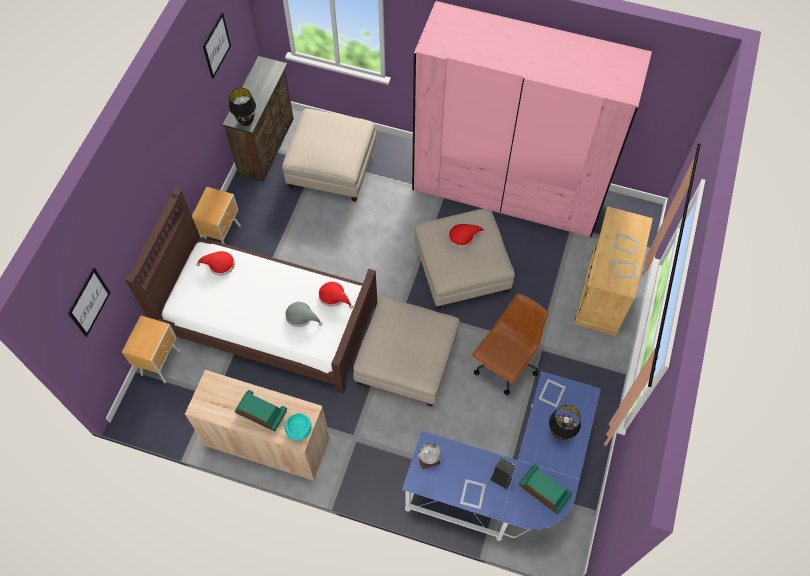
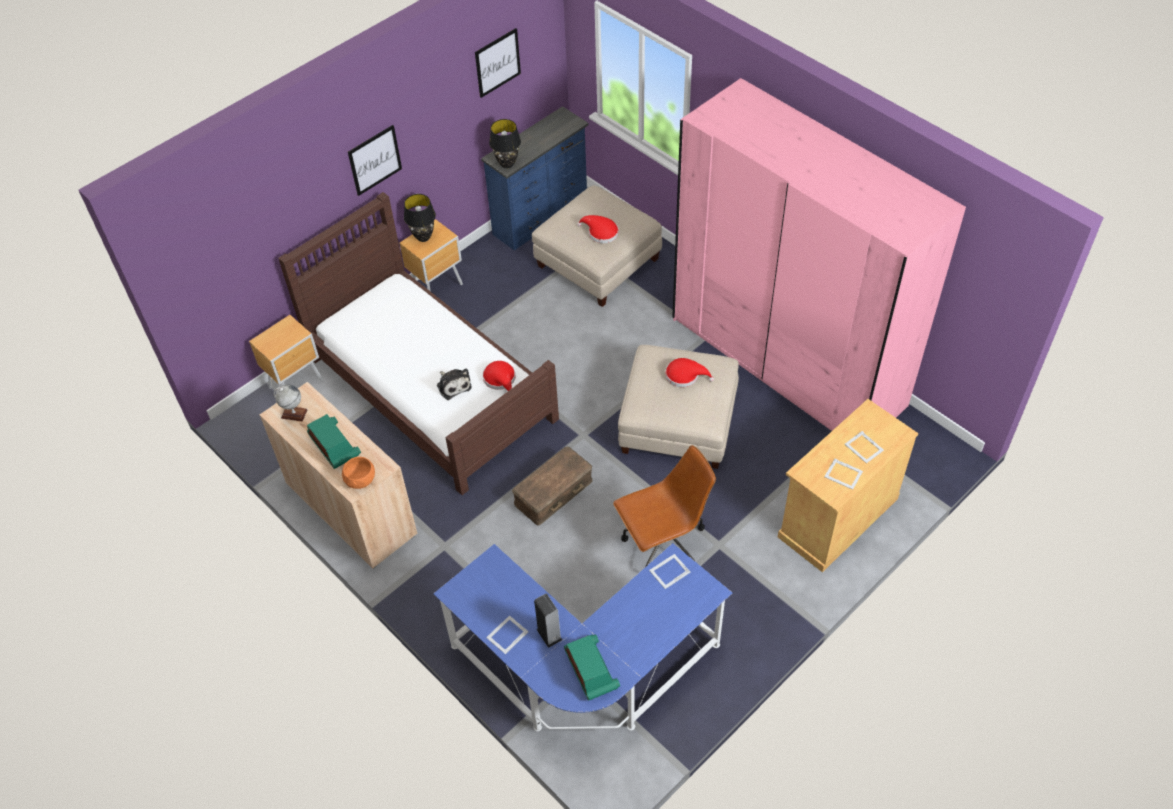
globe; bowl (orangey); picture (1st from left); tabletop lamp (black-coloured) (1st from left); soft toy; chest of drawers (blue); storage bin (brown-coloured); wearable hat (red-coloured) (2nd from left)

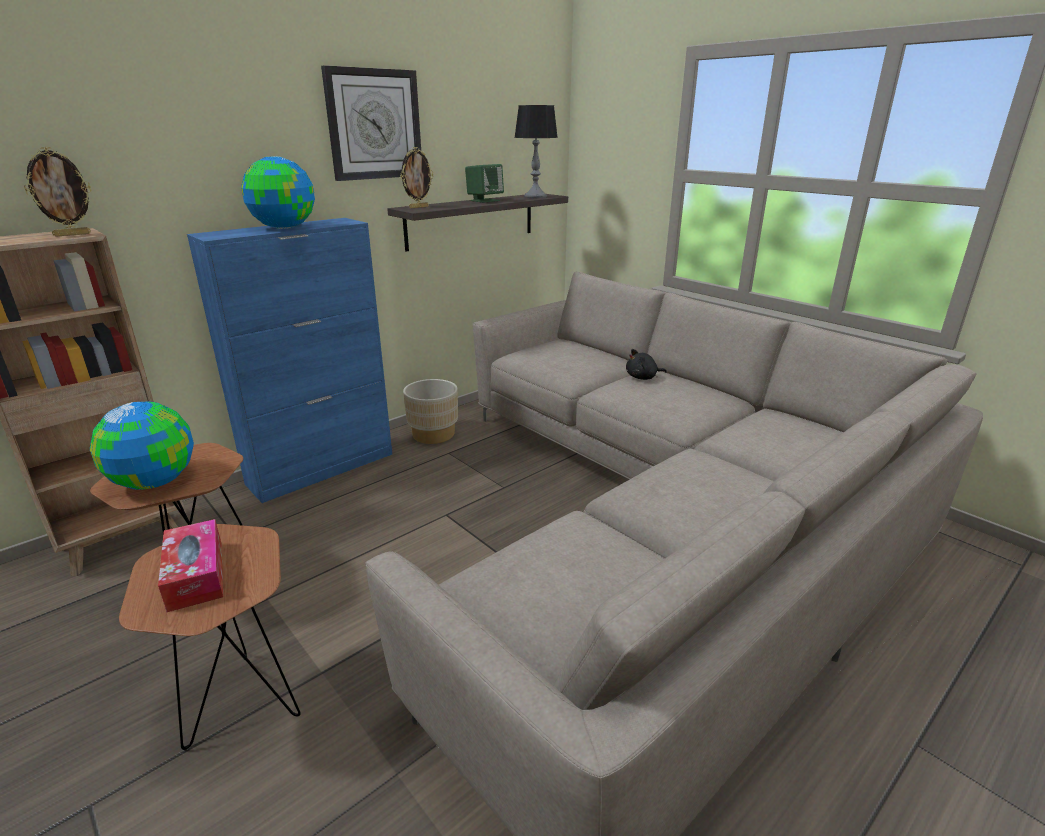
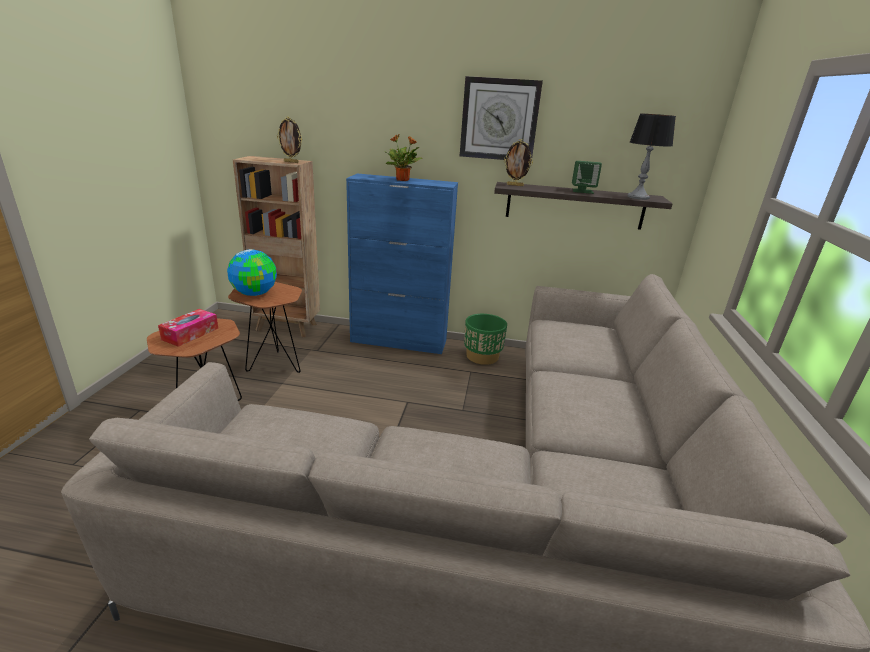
potted plant; plant pot (green-coloured); soft toy (black-coloured)

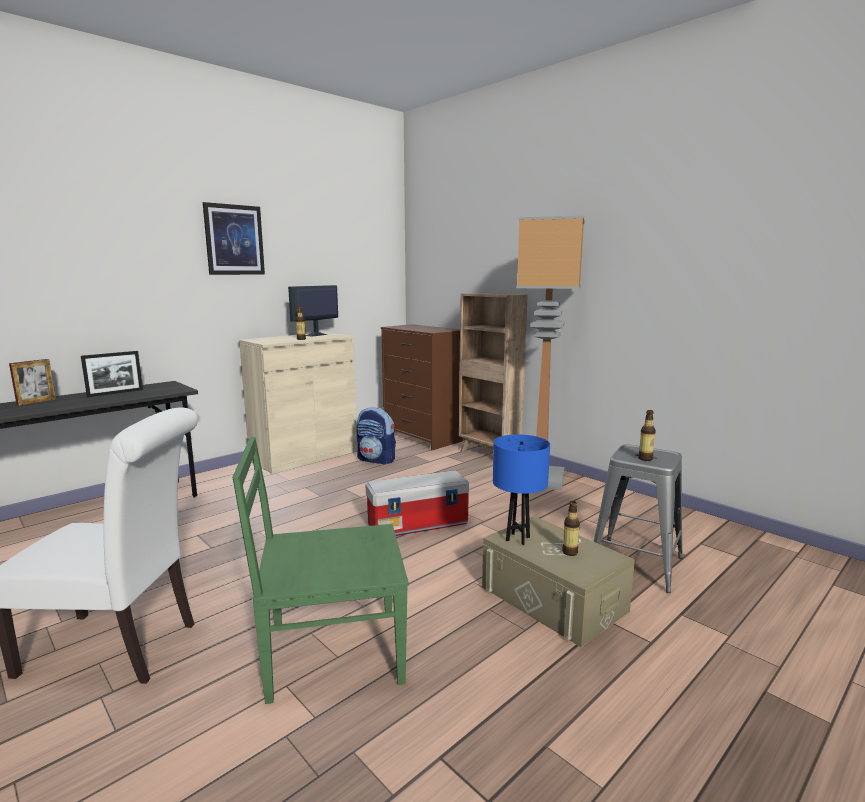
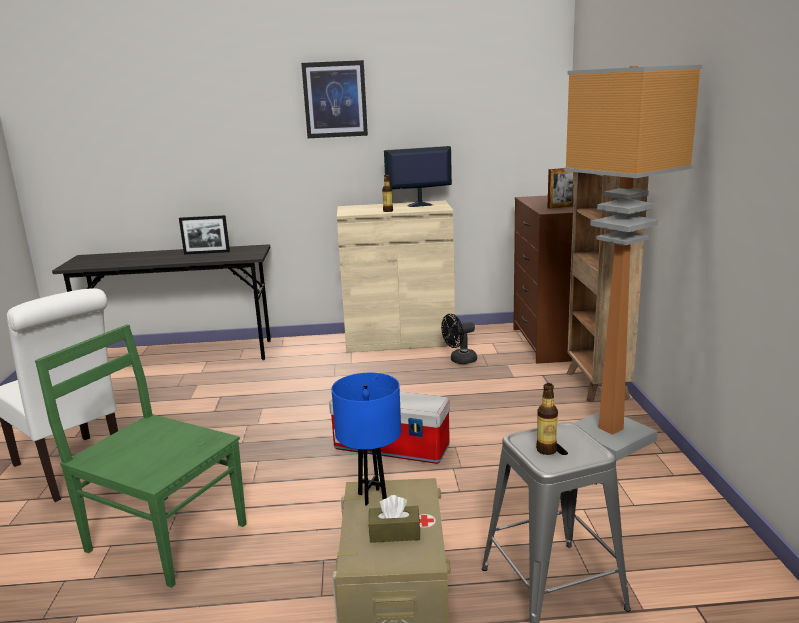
tissue box (brown-coloured); fan (black-coloured); photo frame (2nd from left)

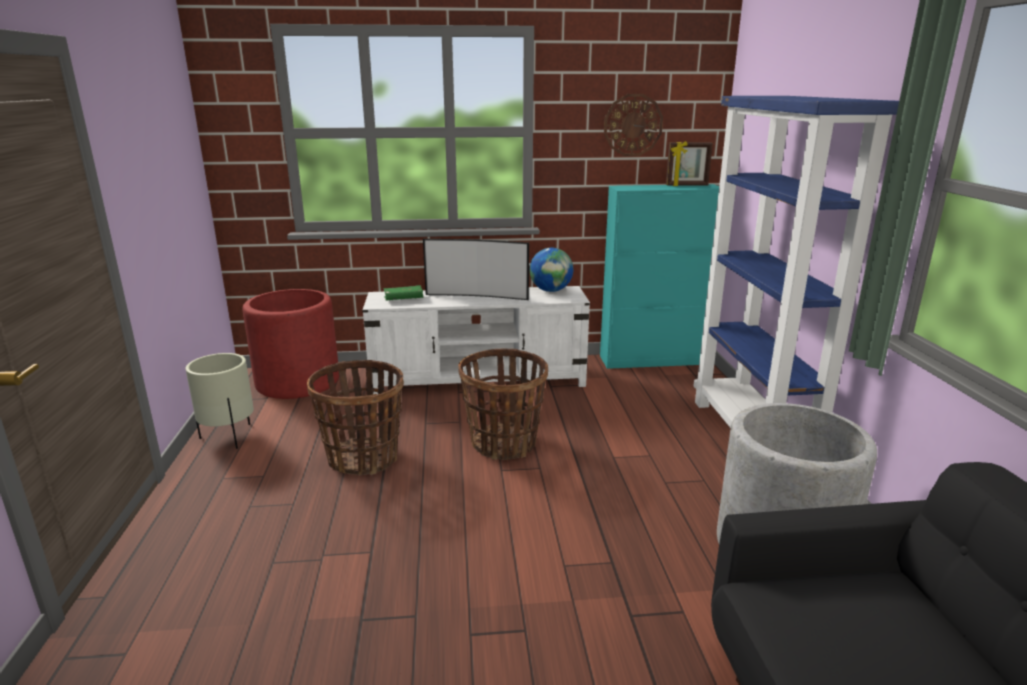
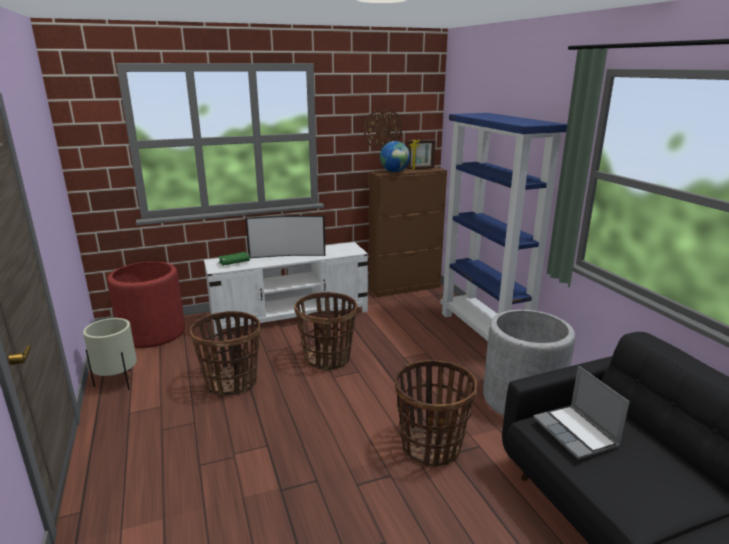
cupboard (brown-coloured); globe; storage basket (3rd from left); notebook computer

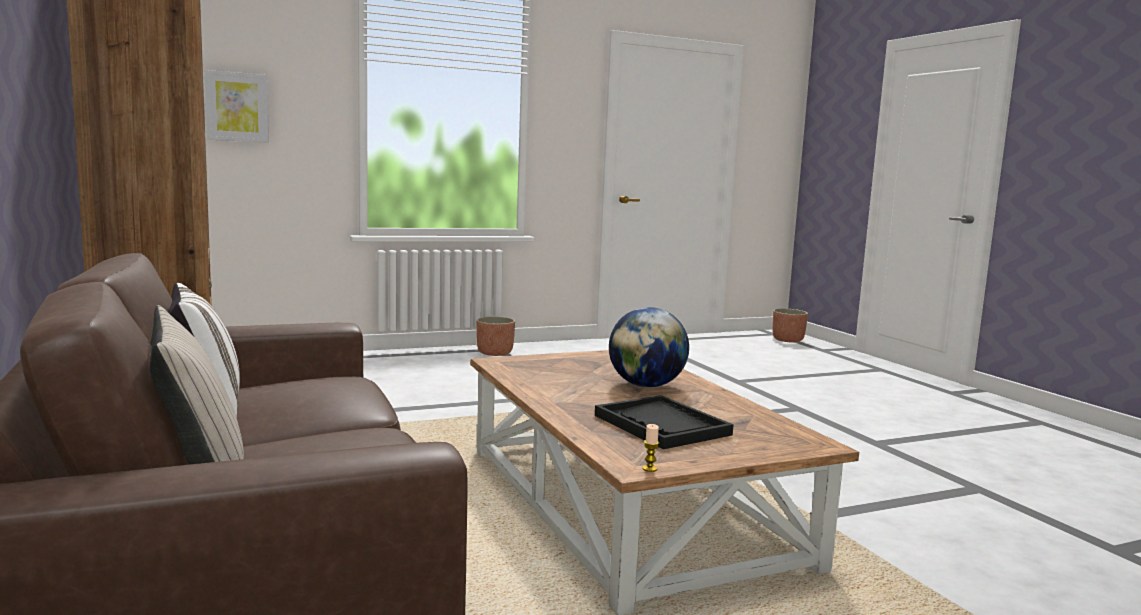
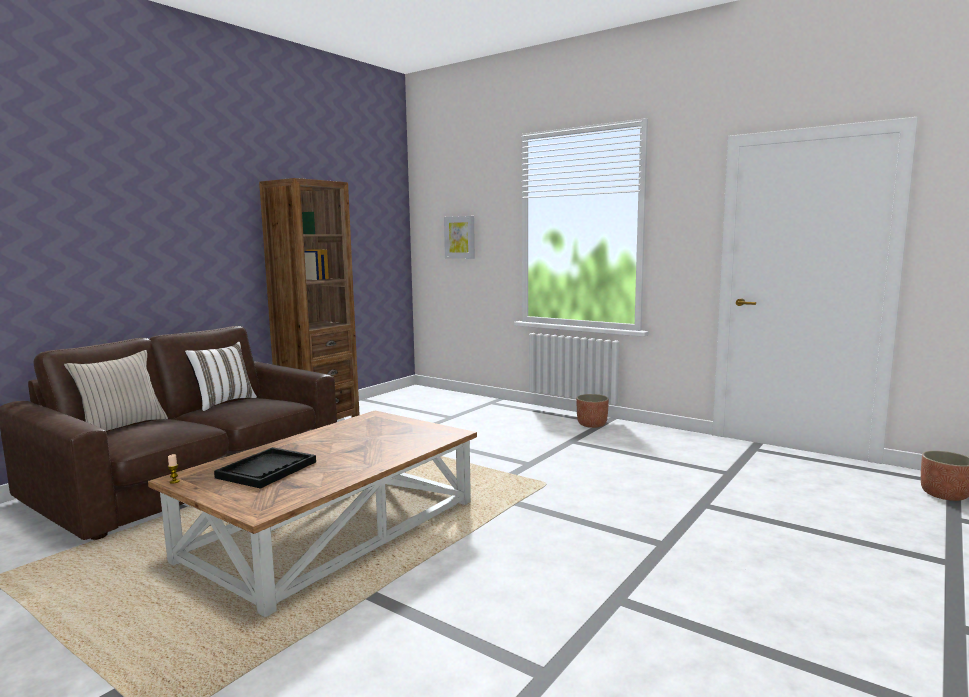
globe

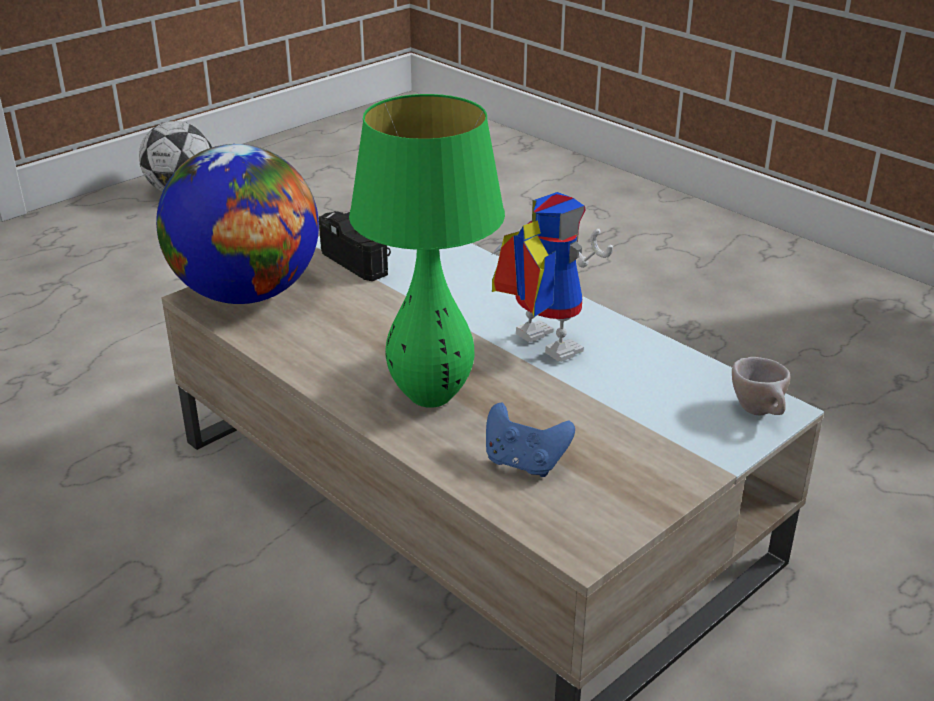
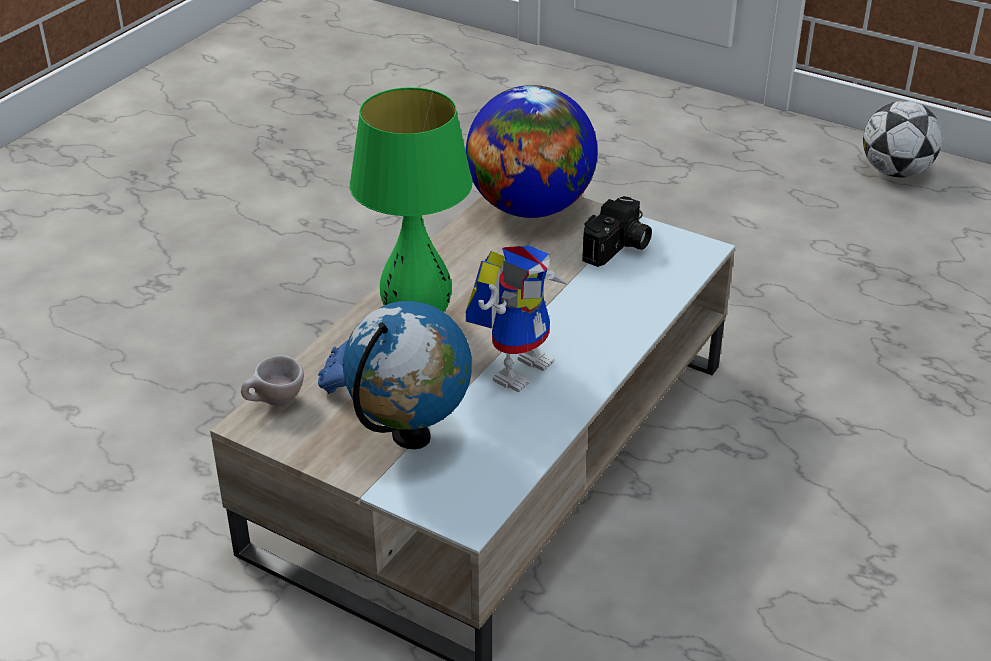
drinking cup (beige); globe (1st from left)

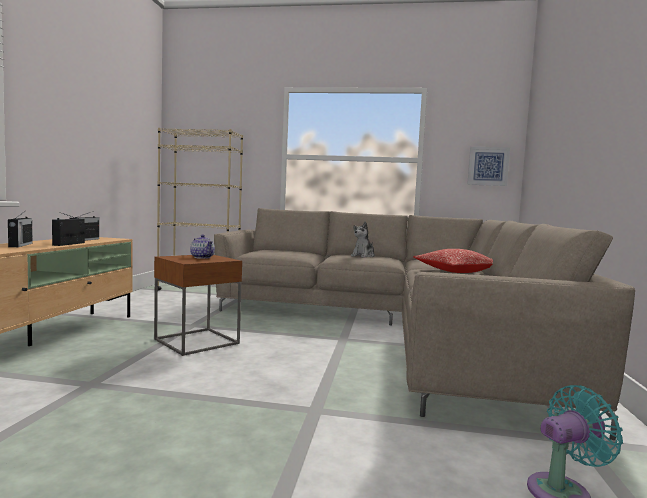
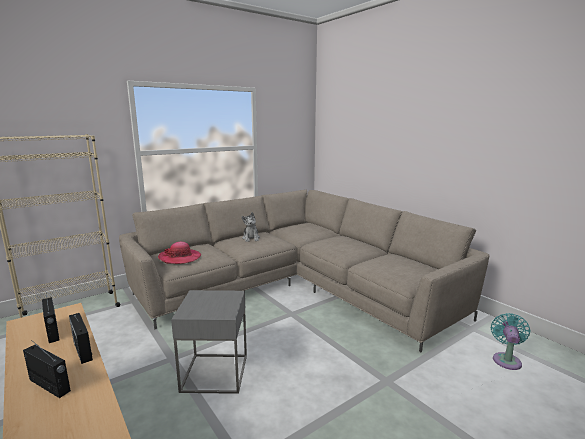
wearable hat; end table (greyish); teapot; cushion; picture

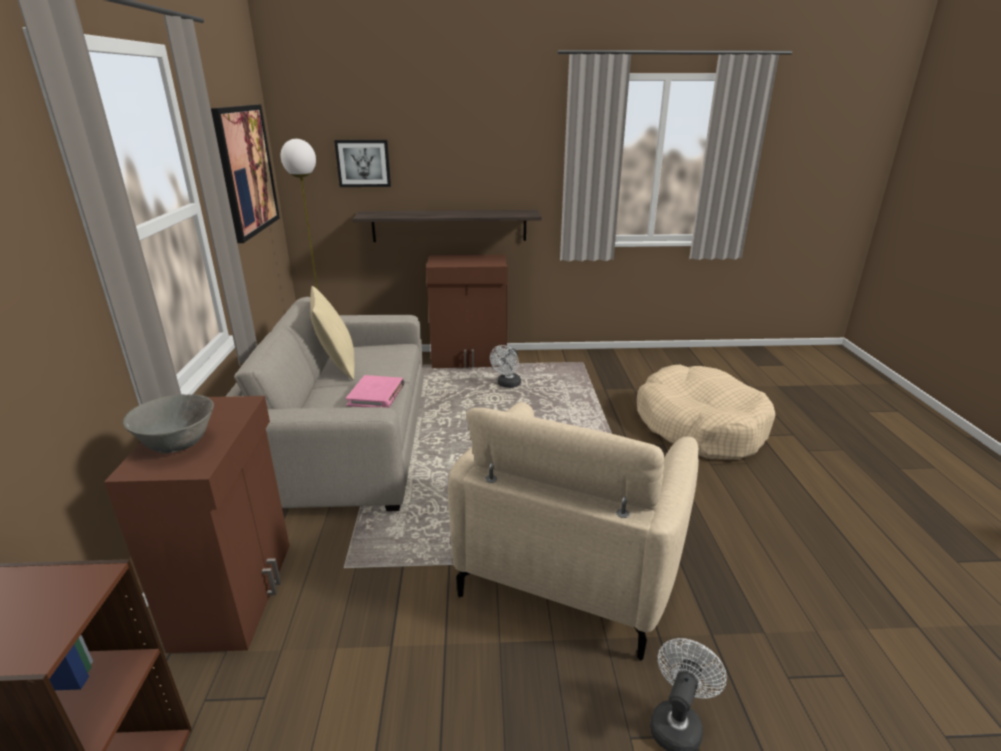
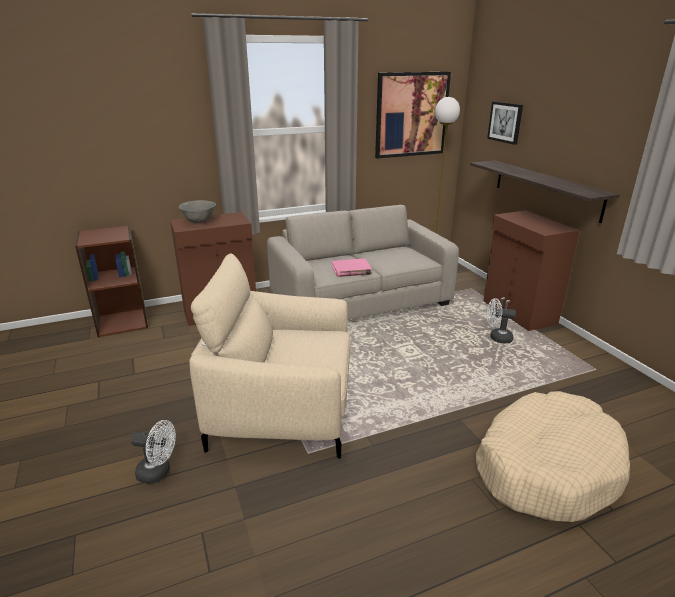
cushion (beige)

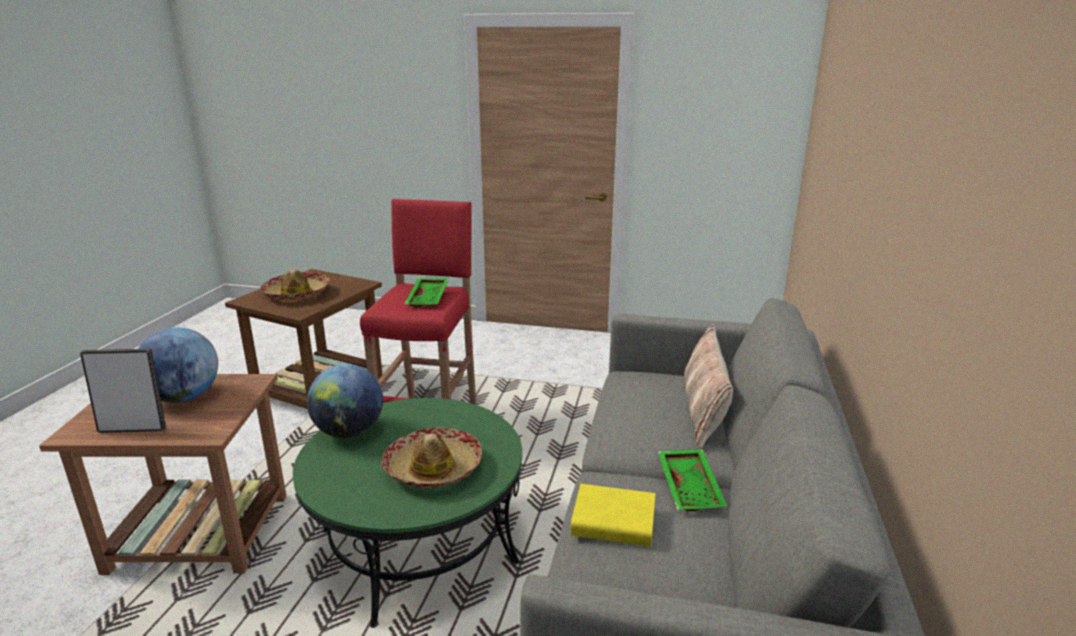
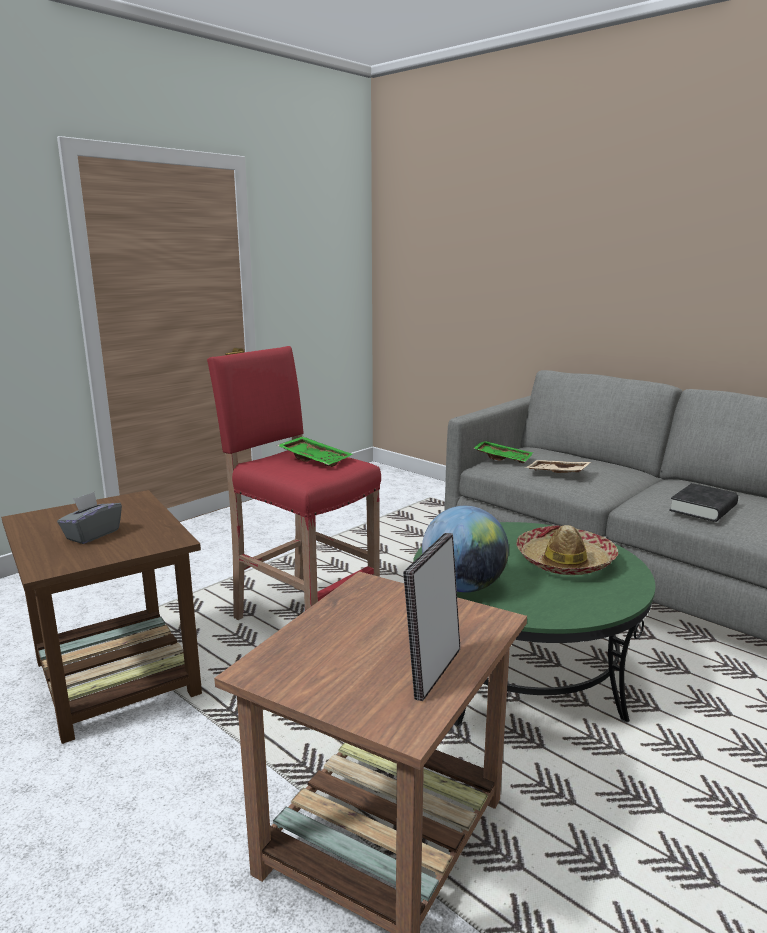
tissue box (greyish); carrying tray (green-coloured) (2nd from left); carrying tray (beige); book (black-coloured); globe (1st from left in the first image); cushion

